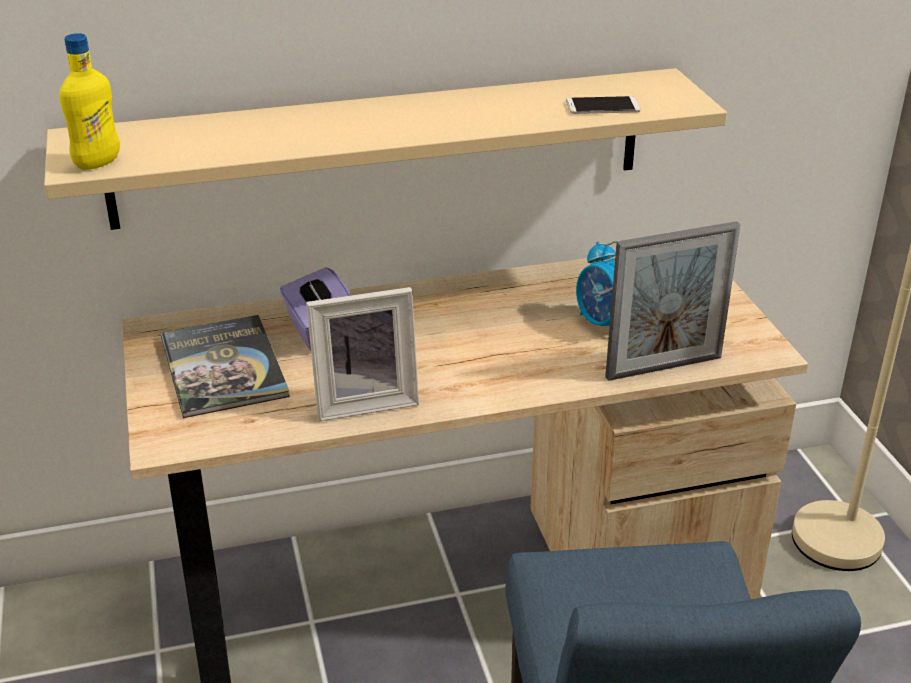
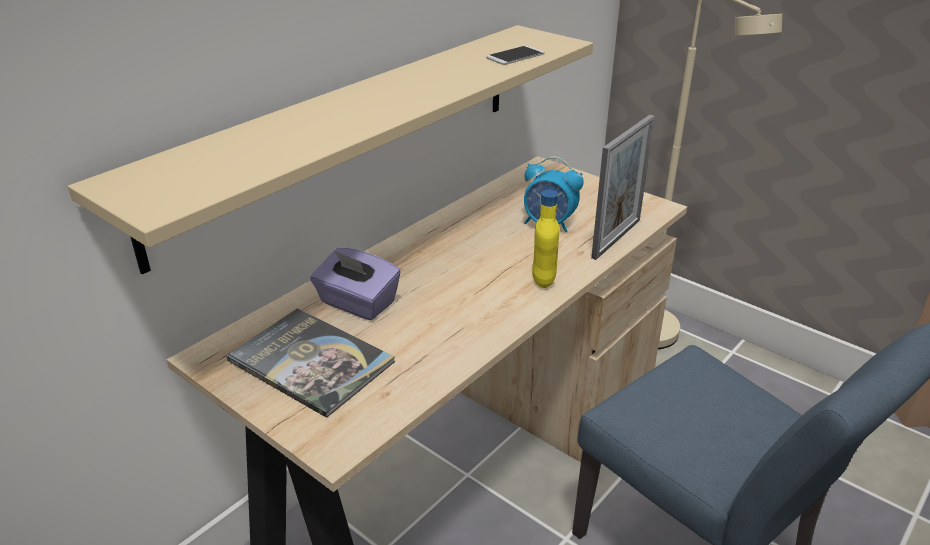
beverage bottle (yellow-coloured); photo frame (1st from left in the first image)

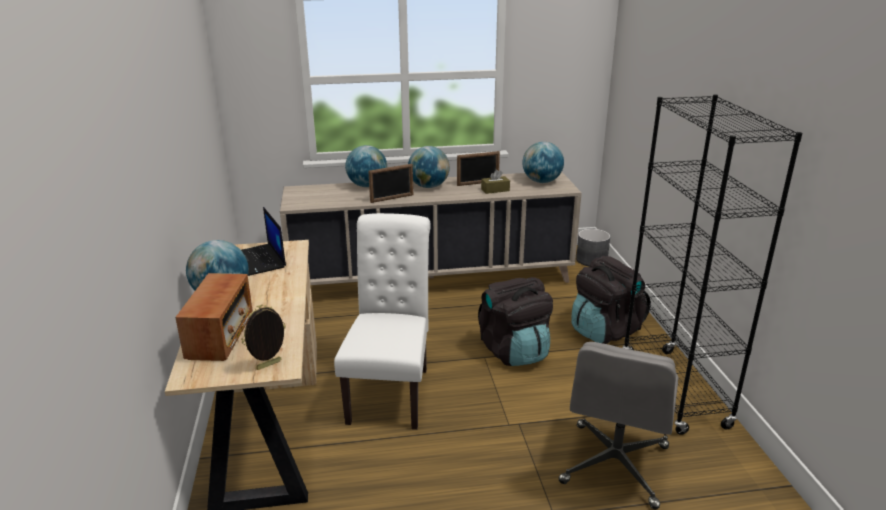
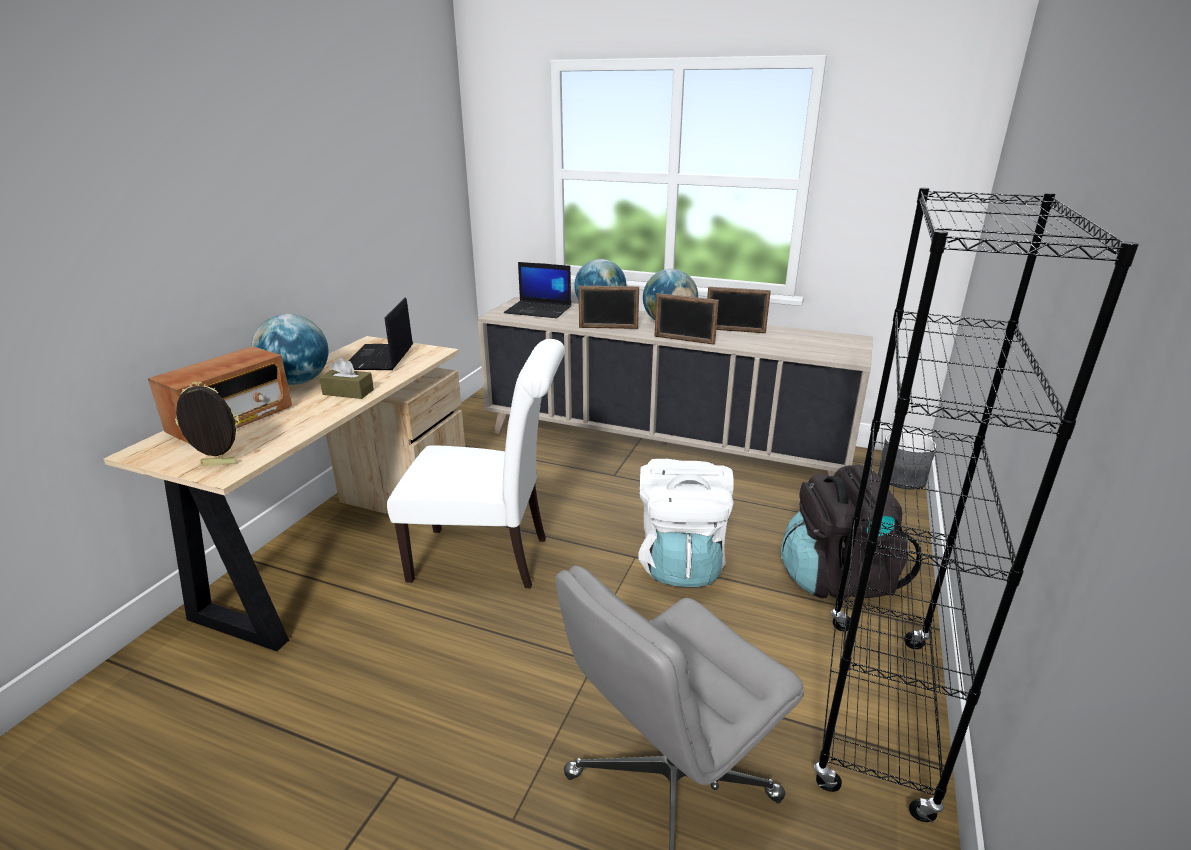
tissue box (brown-coloured); upright chair (white); notebook computer (2nd from left); knapsack (white); photo frame (3rd from left); globe (4th from left in the first image)

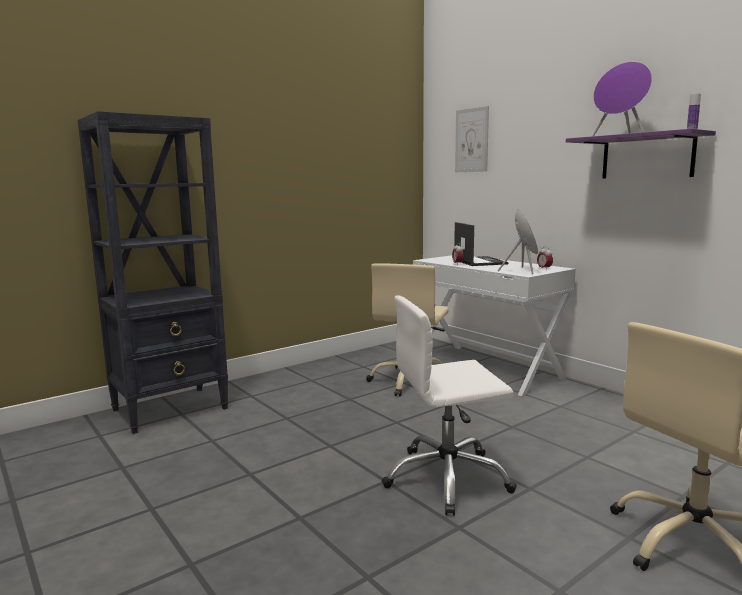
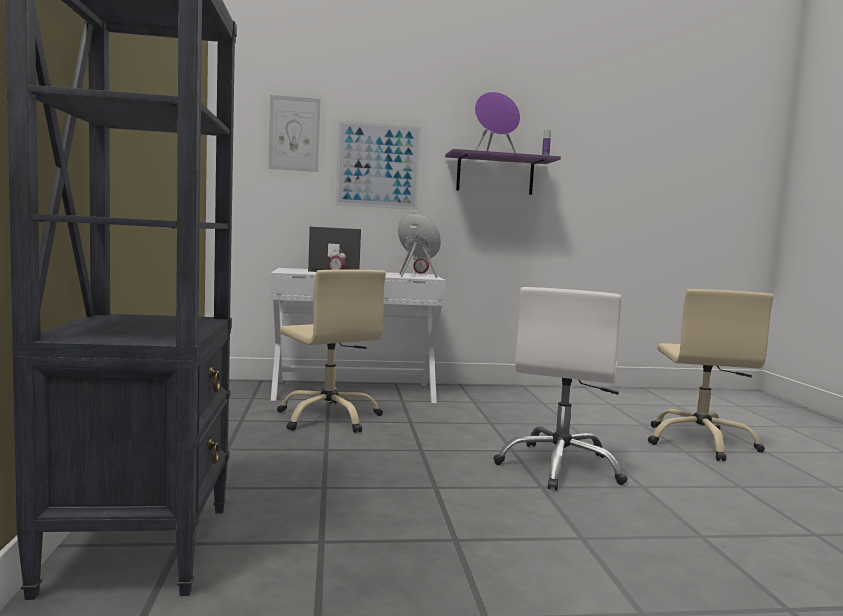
picture (2nd from left)

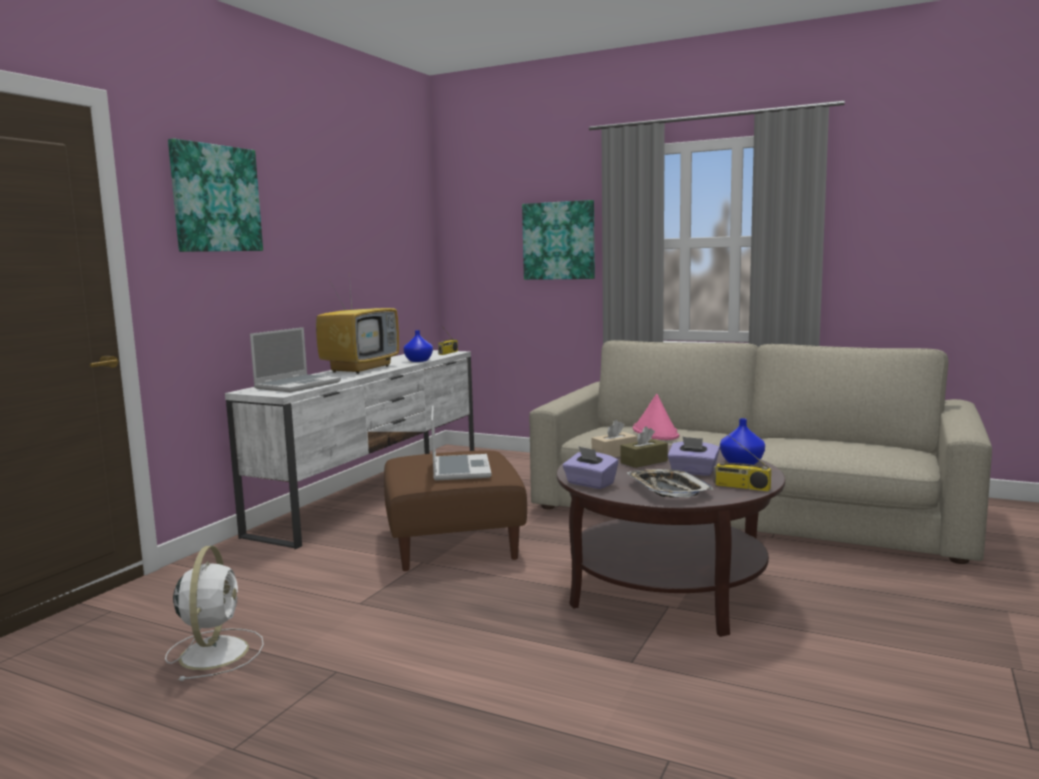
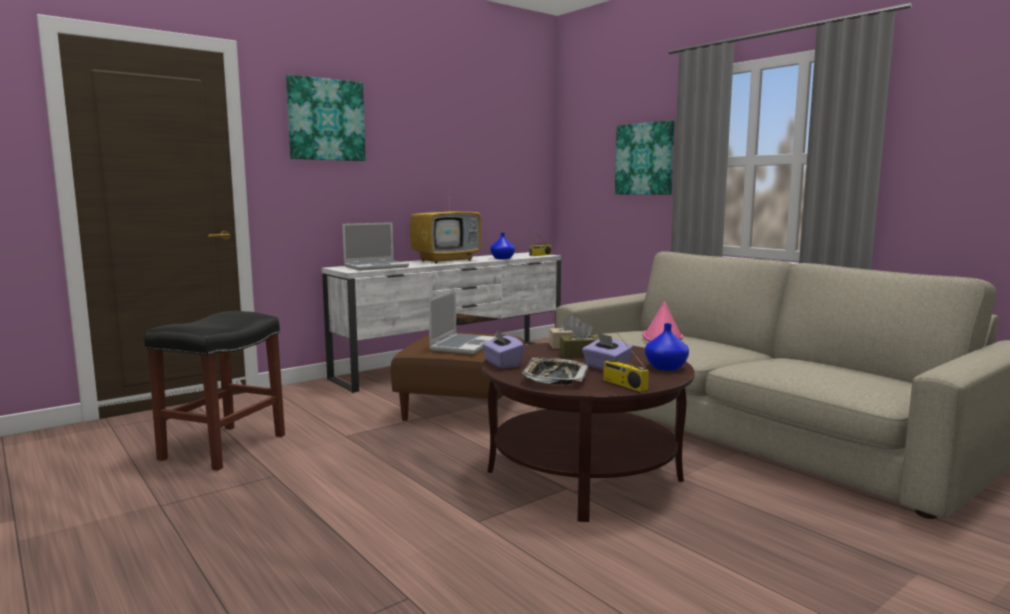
sitting stool (black-coloured)

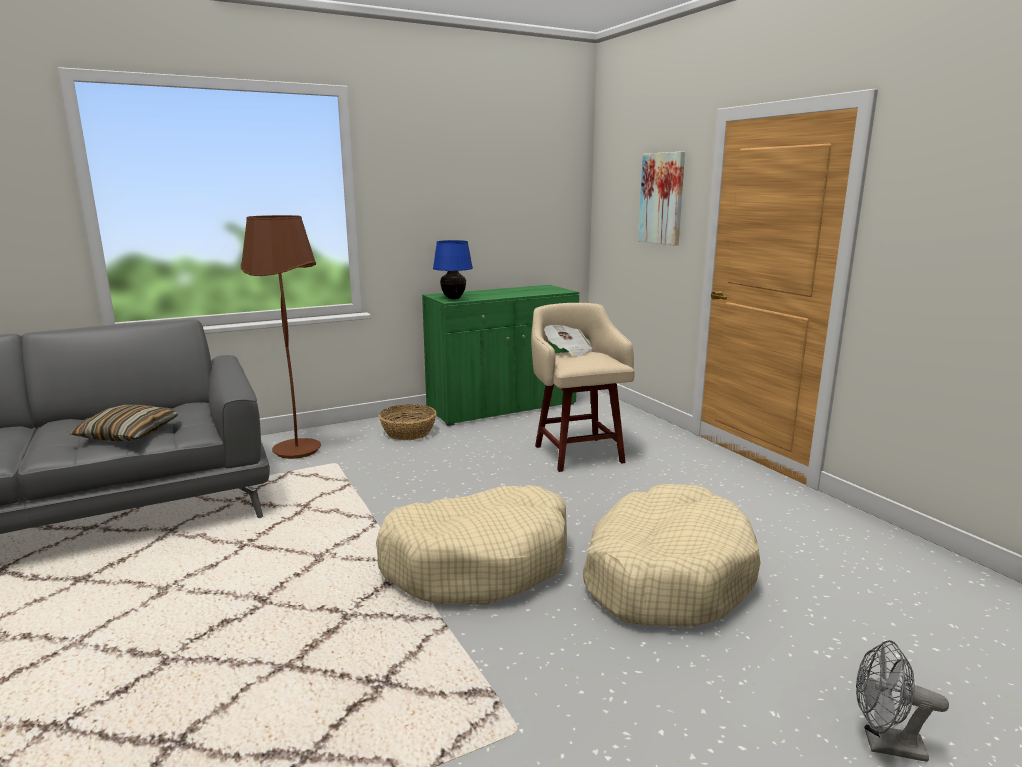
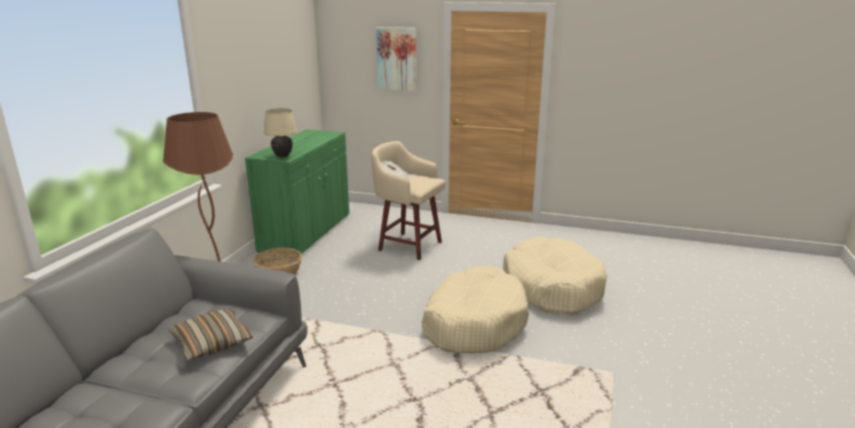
tabletop lamp (beige); fan (greyish)

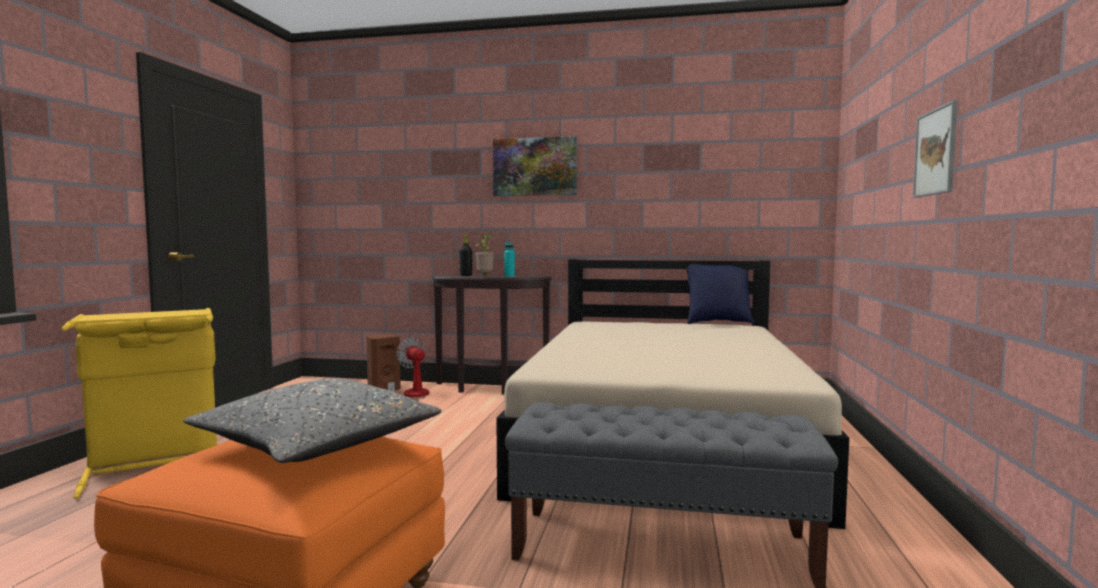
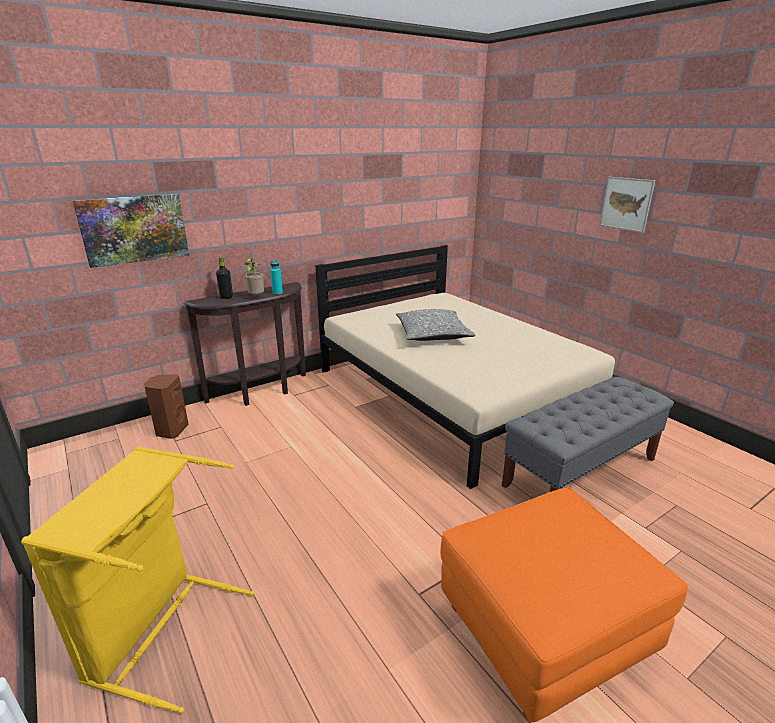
picture (1st from left); cushion (greyish); fan; cushion (blue)

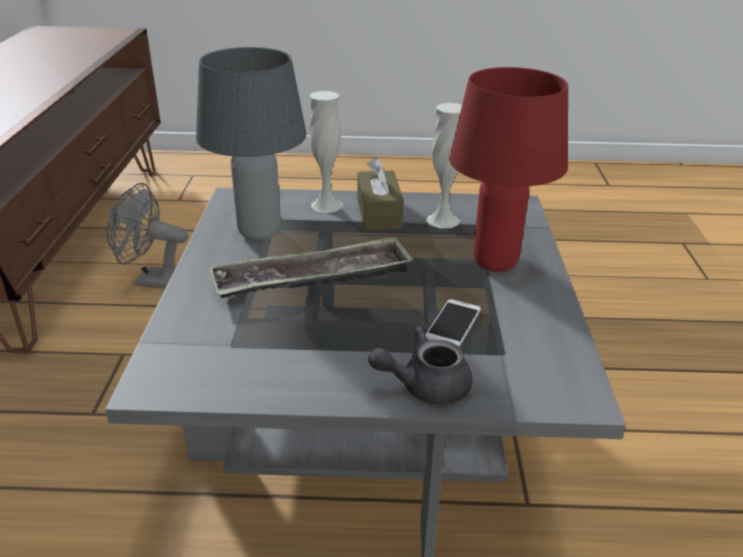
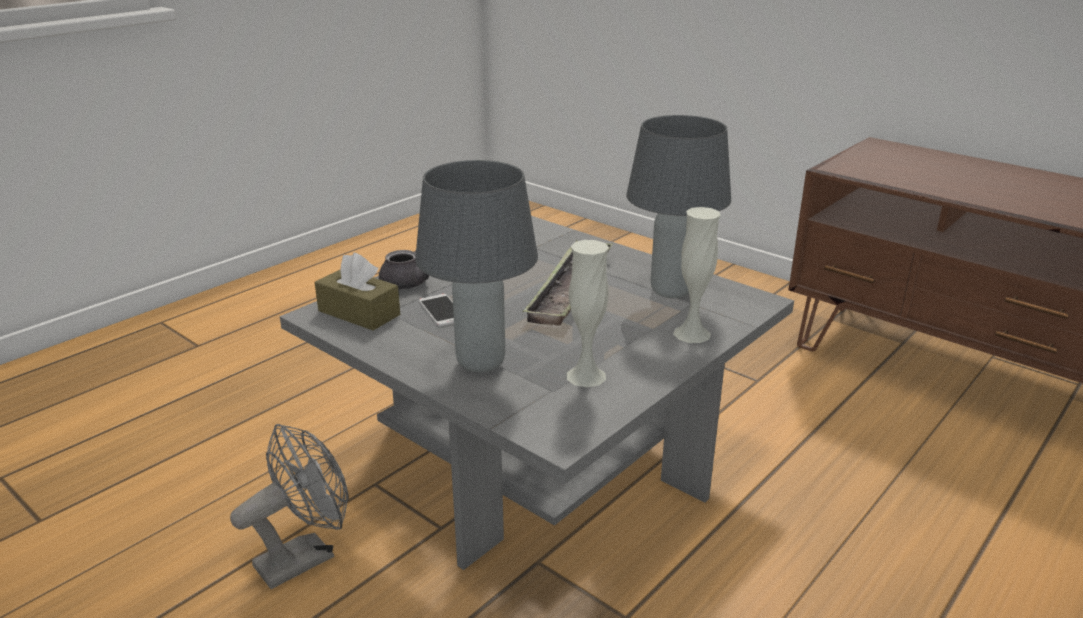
fan (greyish); tissue box (brown-coloured); tabletop lamp (greyish) (1st from left)

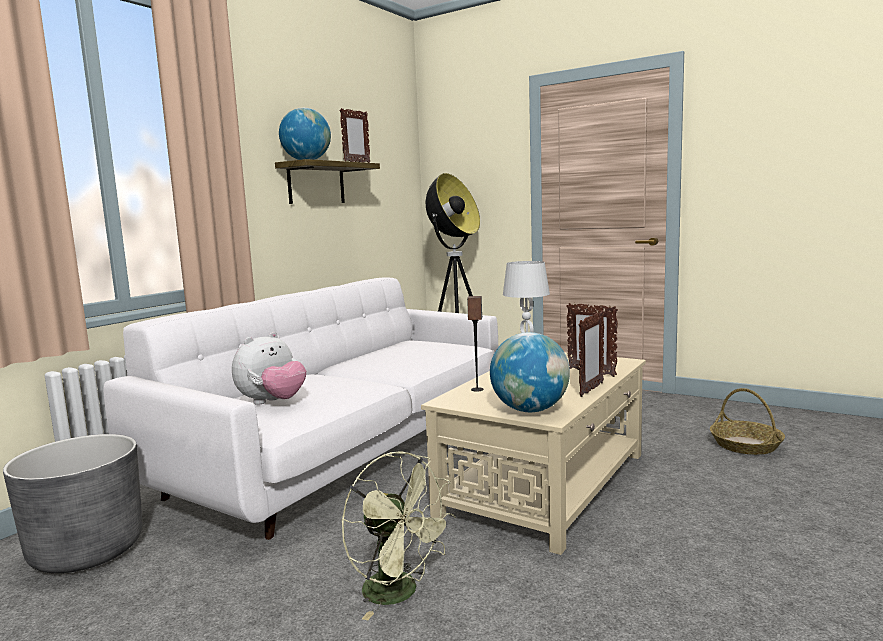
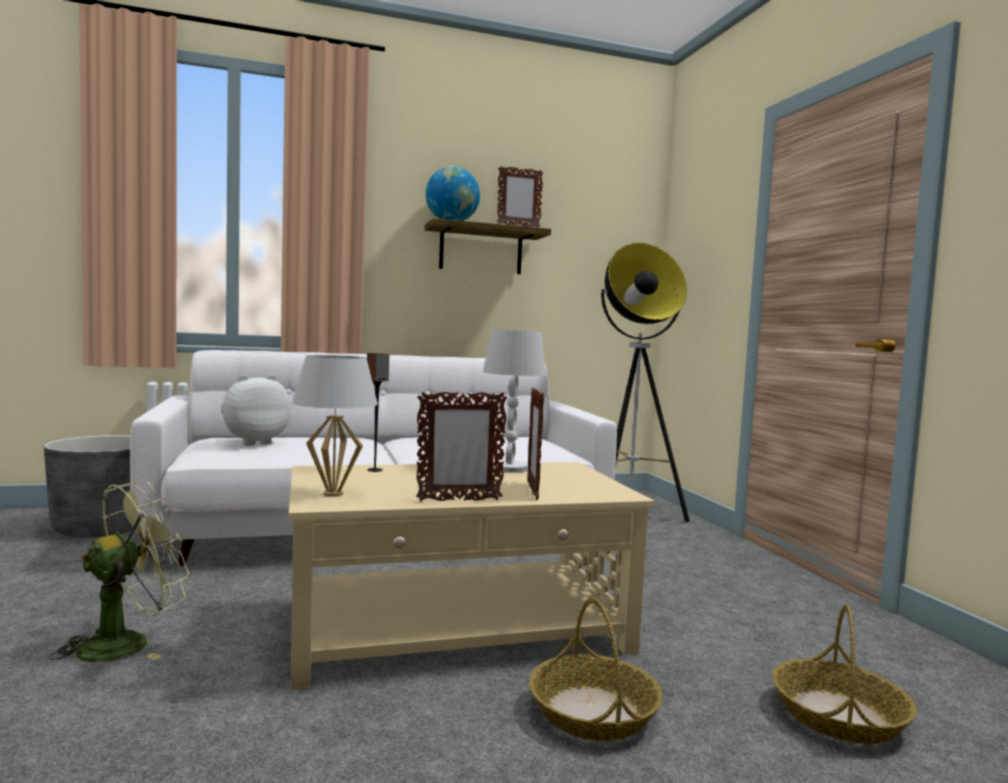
fan (green-coloured); soft toy; tabletop lamp (white) (1st from left); storage basket (1st from left)

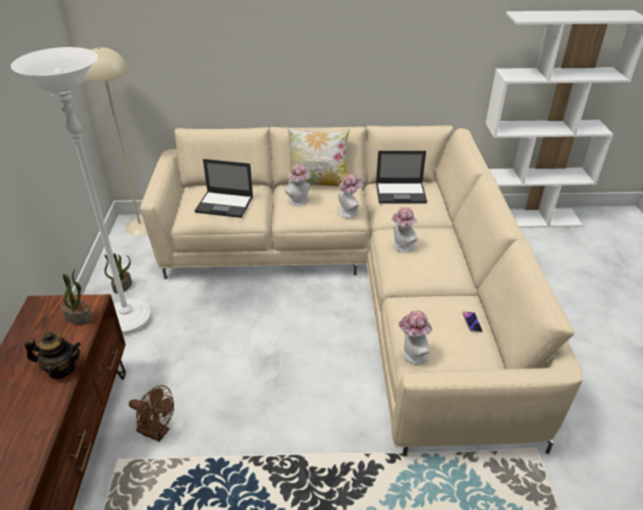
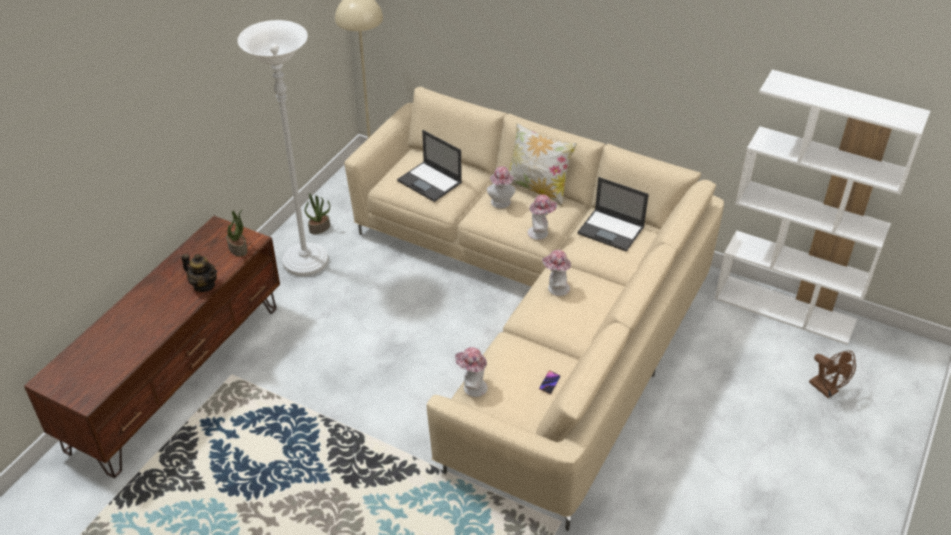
fan (brown-coloured)

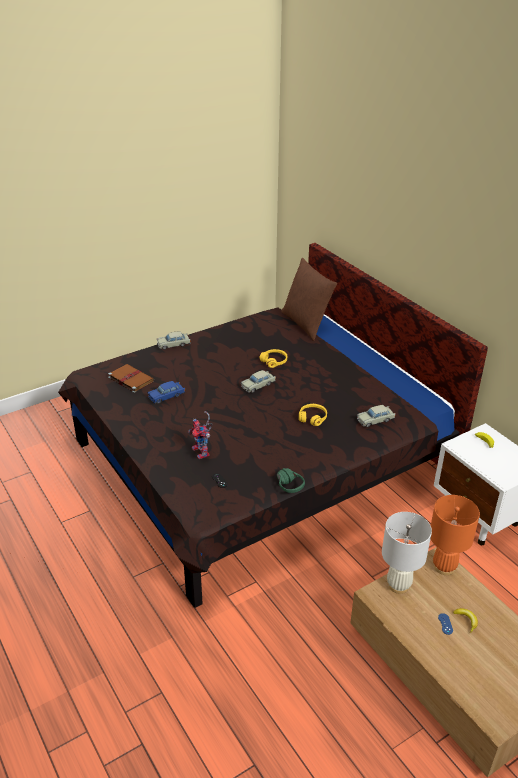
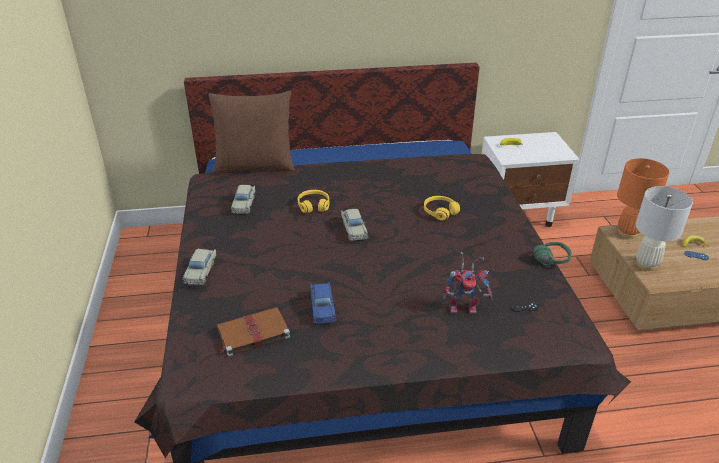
toy car (beige) (2nd from left)

